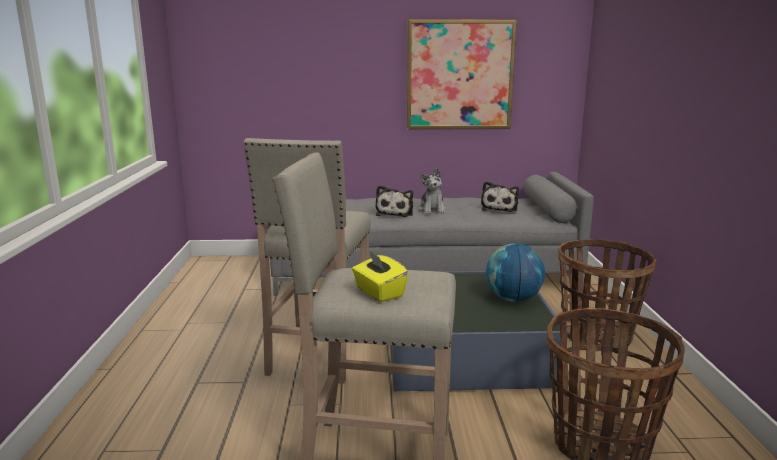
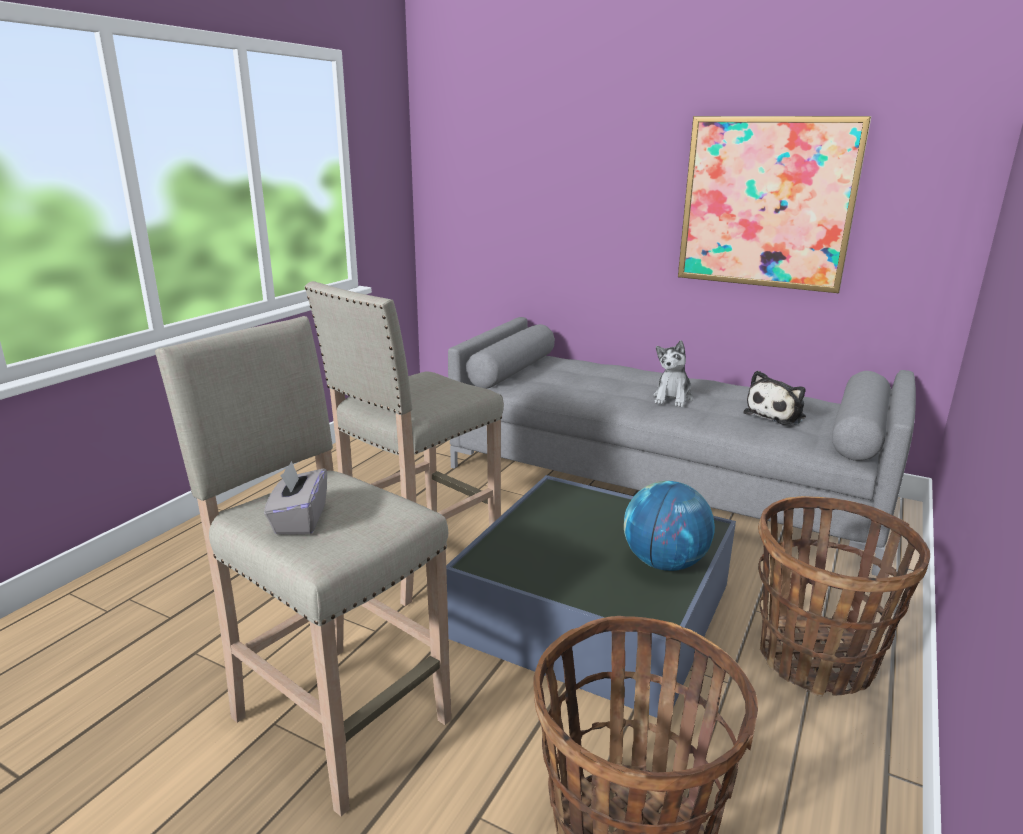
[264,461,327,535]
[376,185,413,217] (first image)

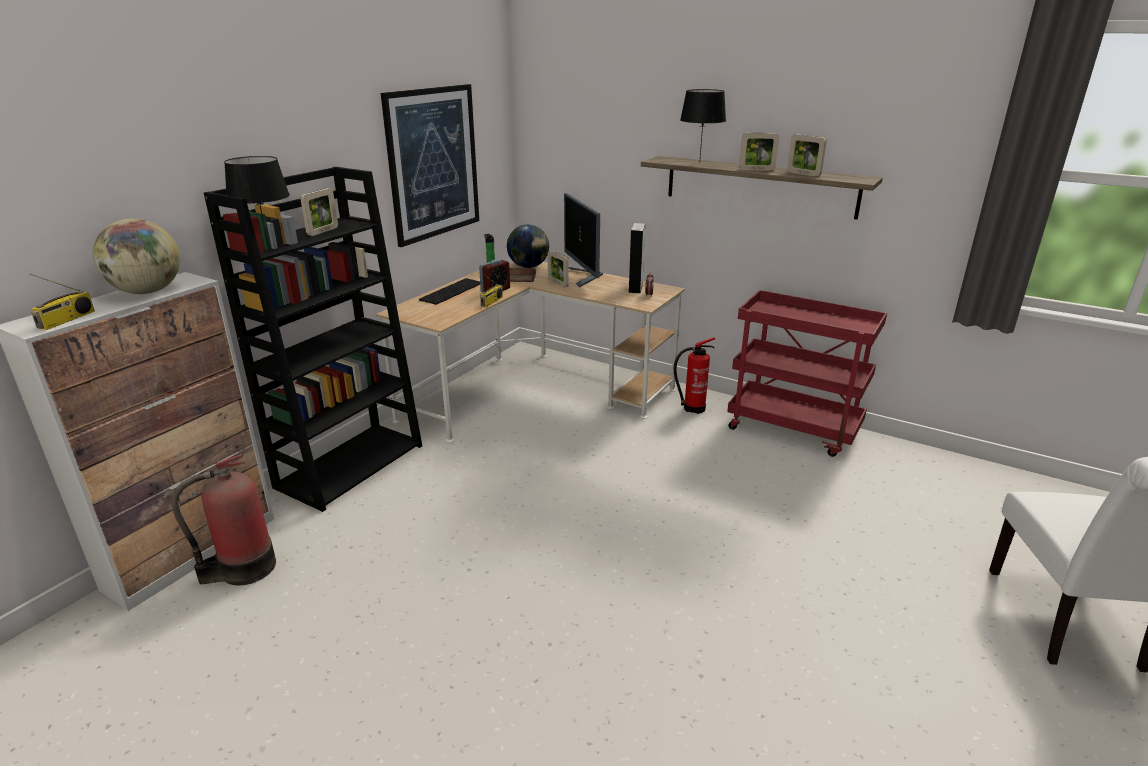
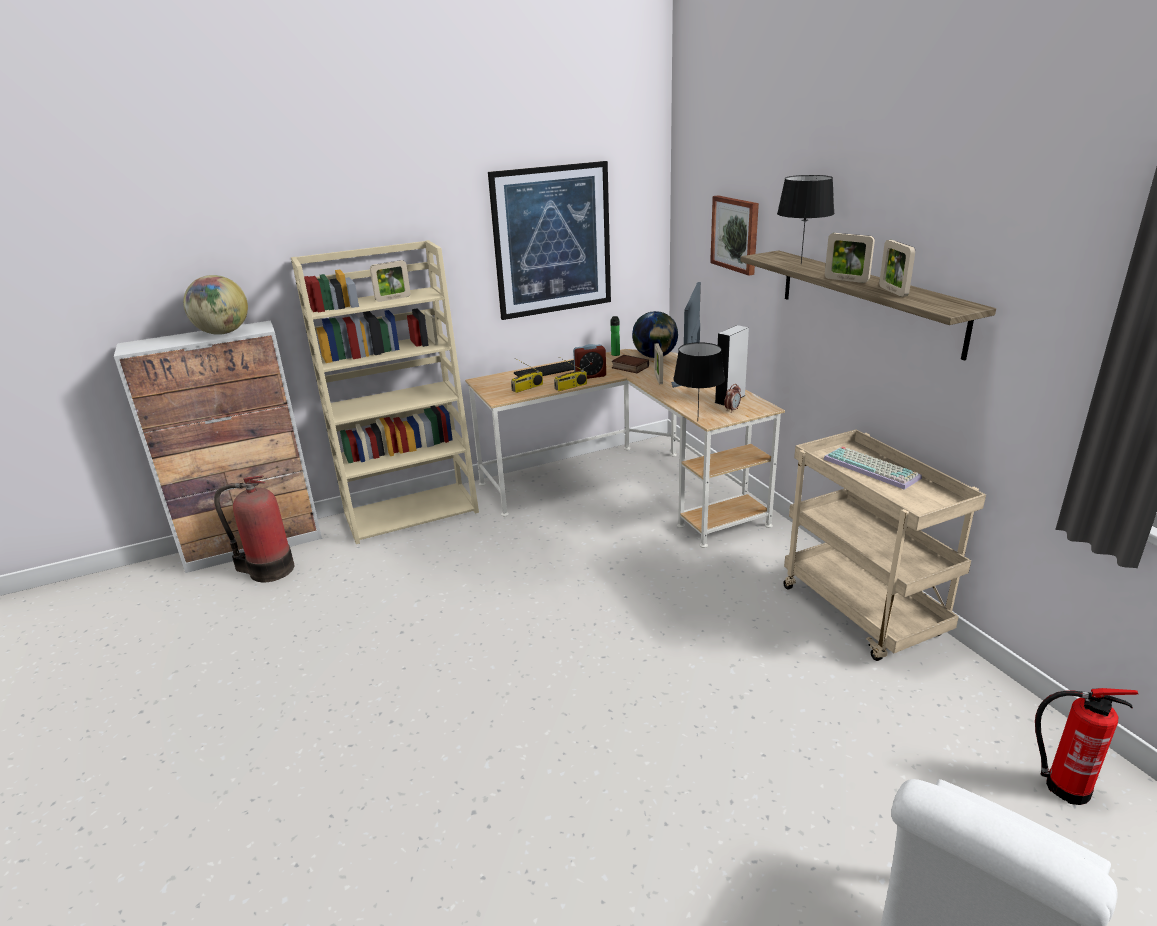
[511,359,543,393]
[291,240,479,544]
[673,342,725,413]
[1035,688,1138,805]
[783,429,986,661]
[710,195,759,275]
[823,446,922,490]

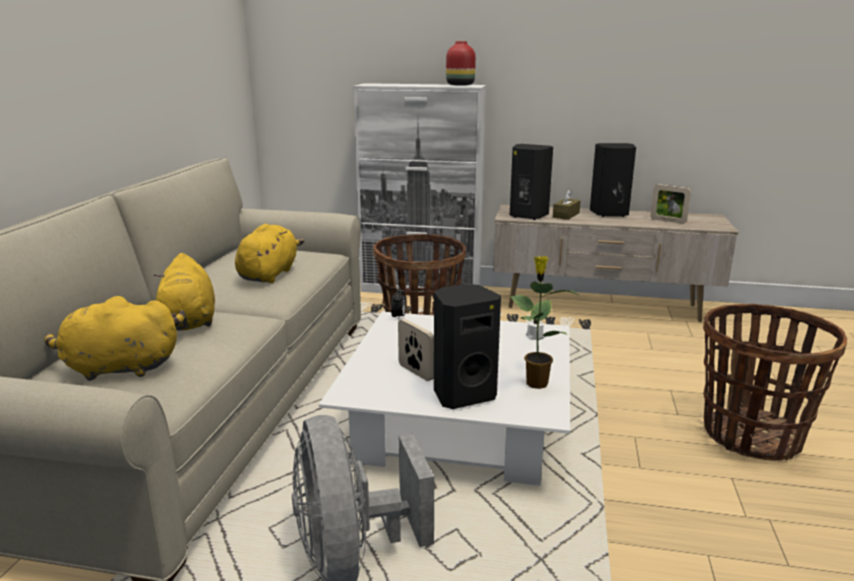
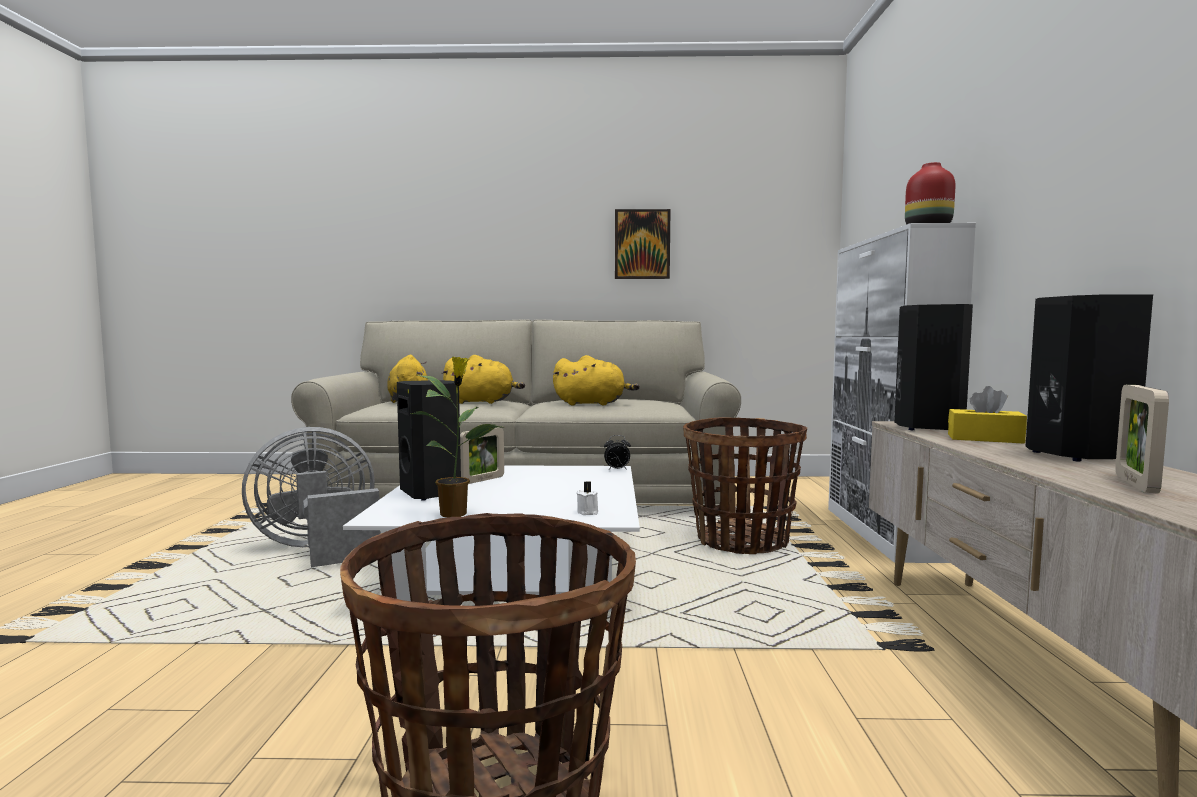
[441,355,525,404]
[948,386,1027,444]
[615,209,670,279]

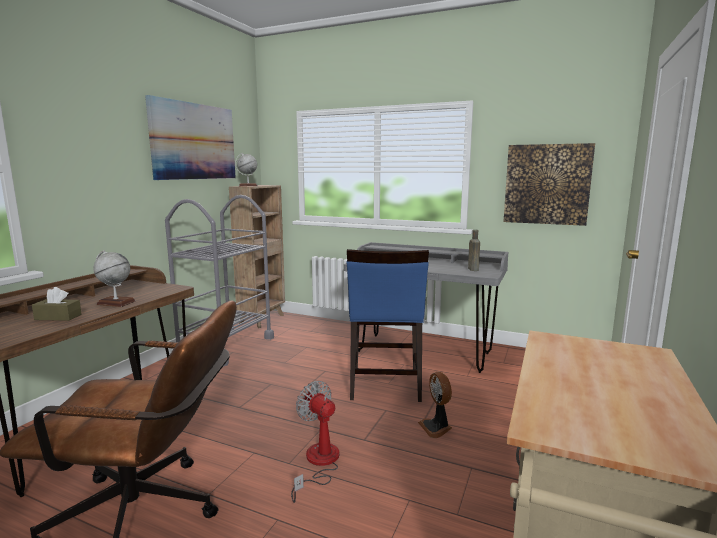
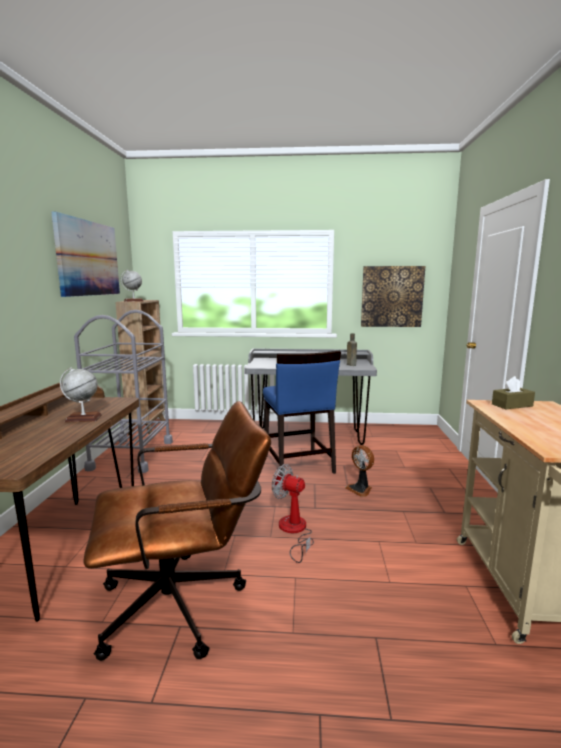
[492,376,535,409]

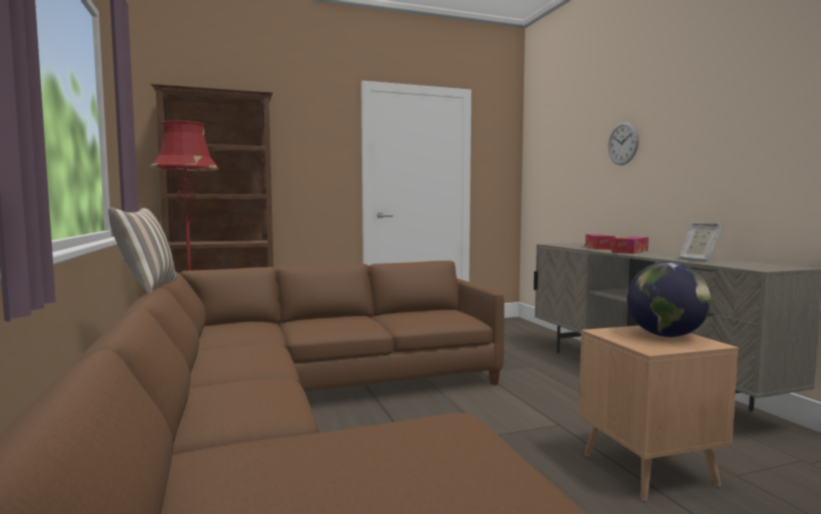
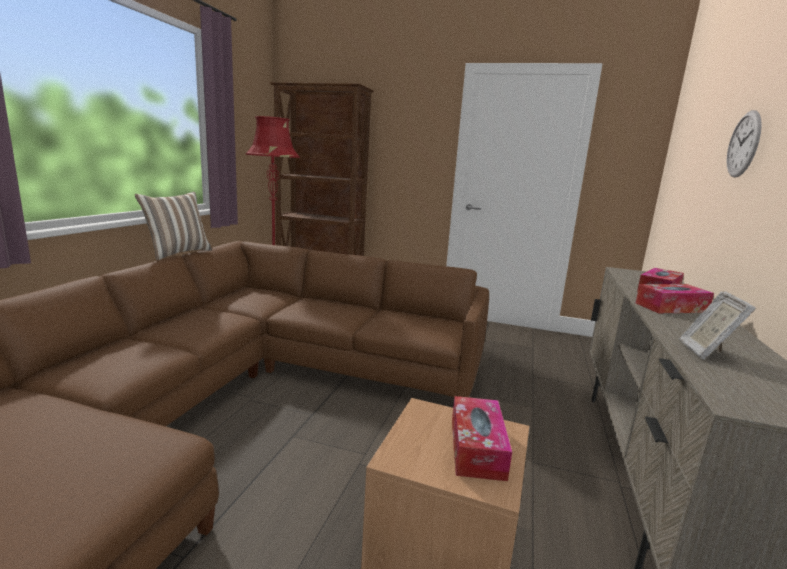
[452,396,512,481]

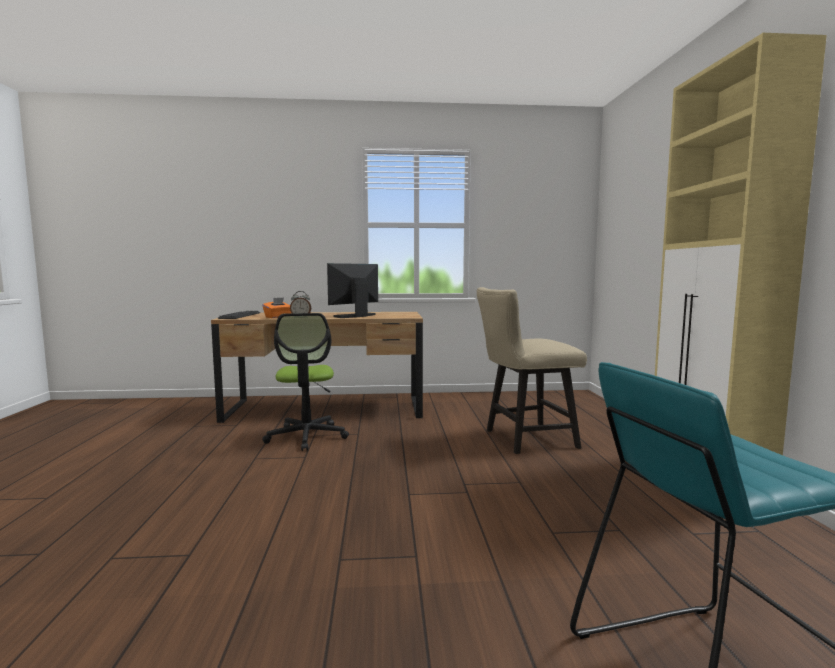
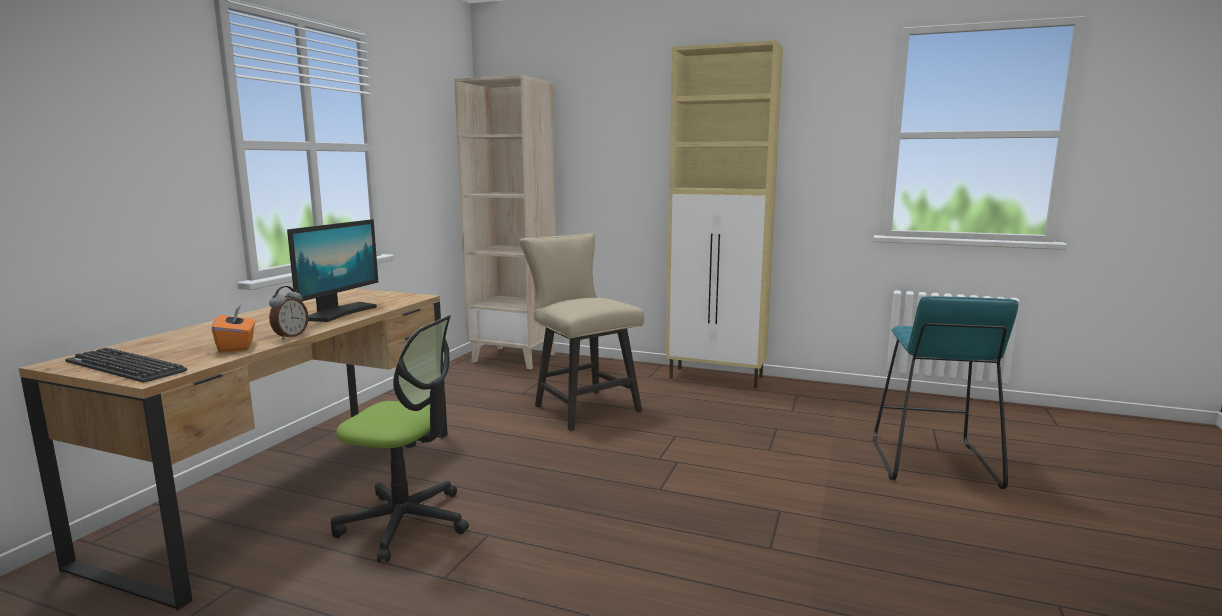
[287,219,378,322]
[520,233,644,431]
[454,75,557,369]

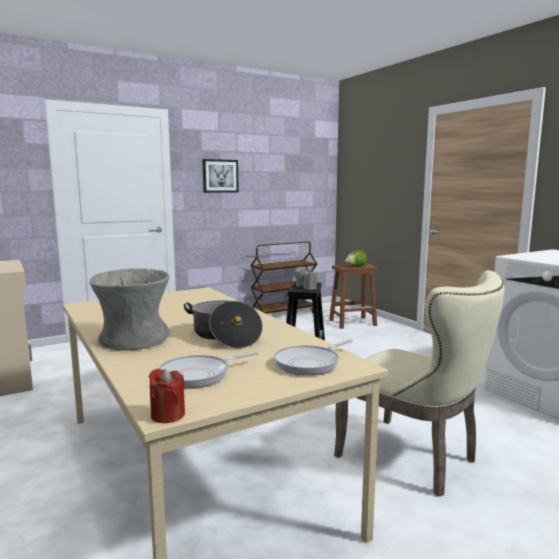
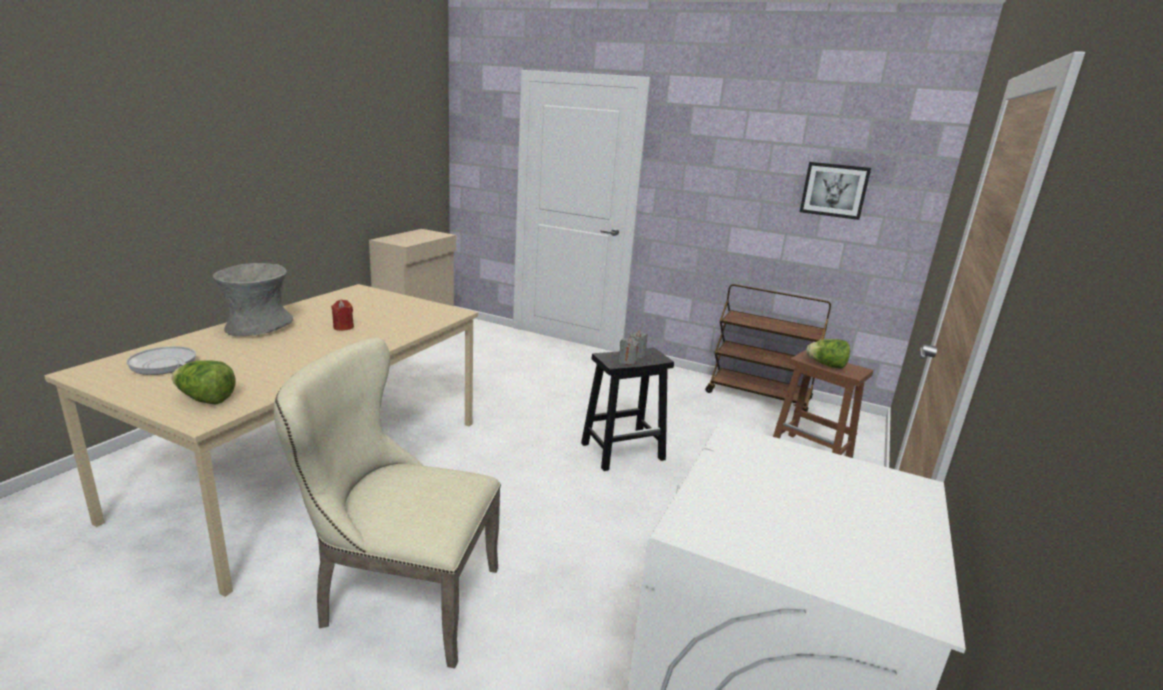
[331,300,354,331]
[184,300,263,348] (first image)
[800,162,871,220]
[172,360,235,404]
[274,338,501,668]

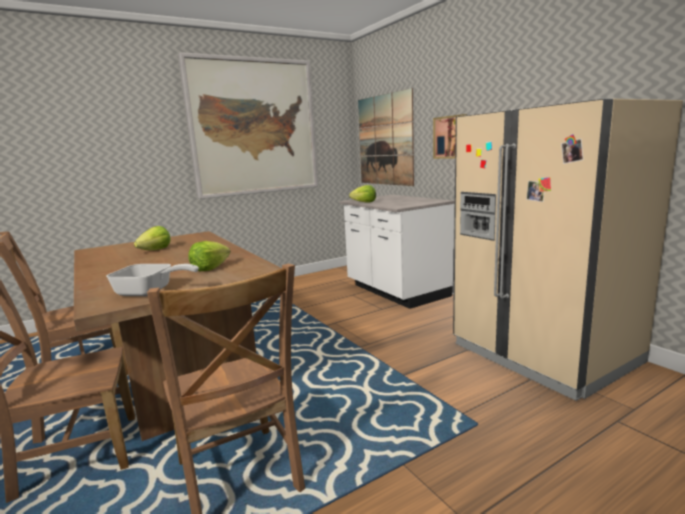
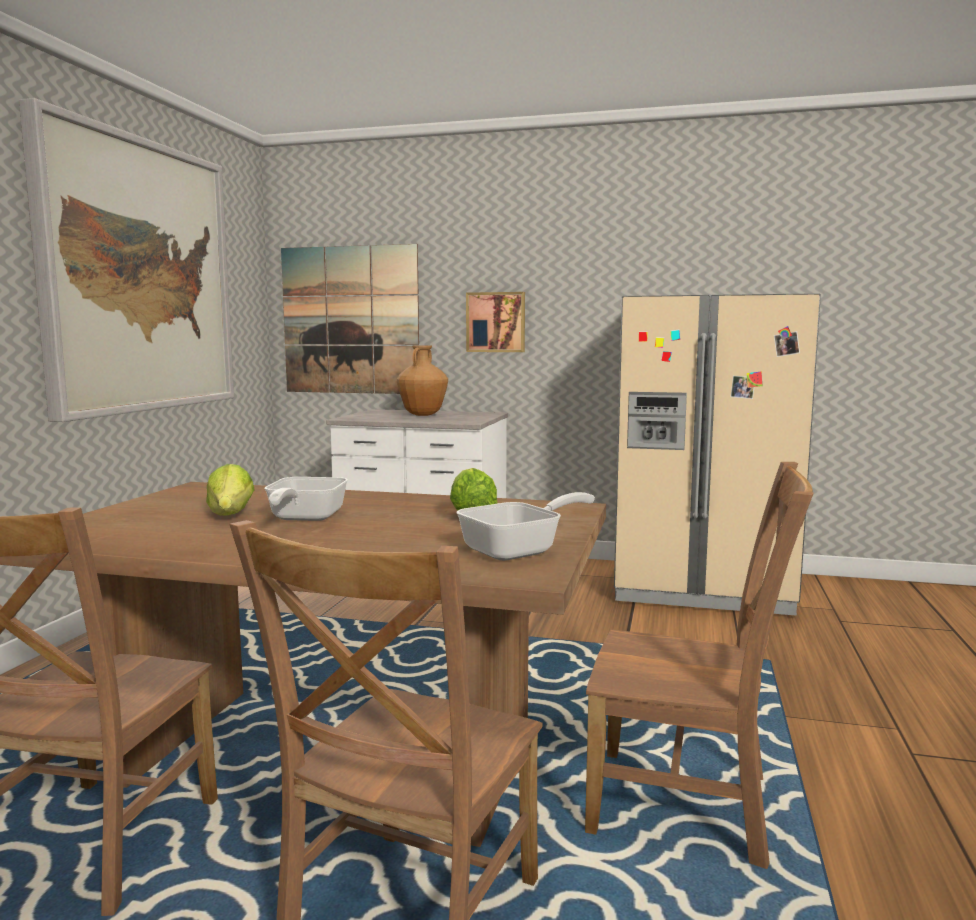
[349,185,376,202] (first image)
[264,477,348,521]
[397,345,448,416]

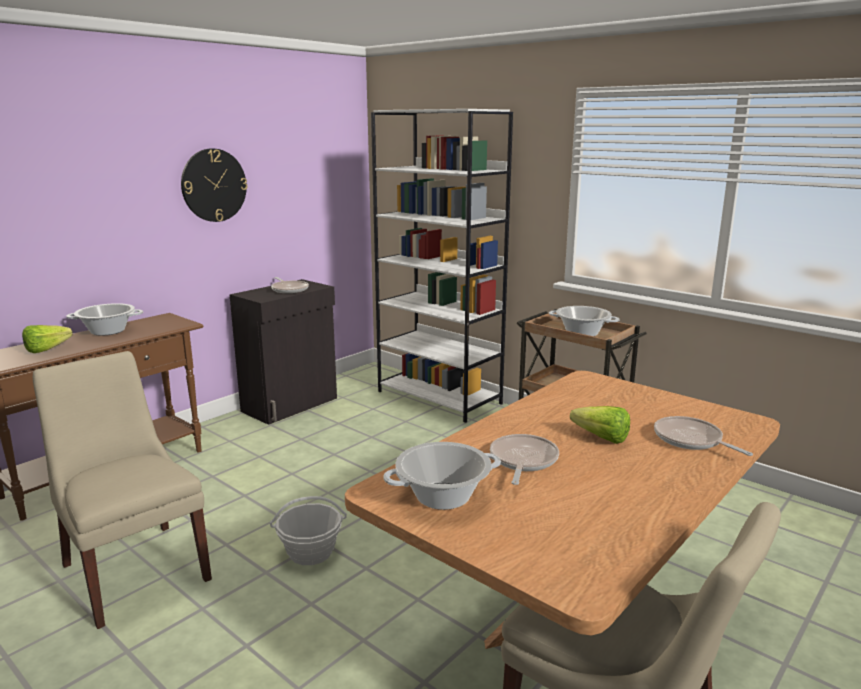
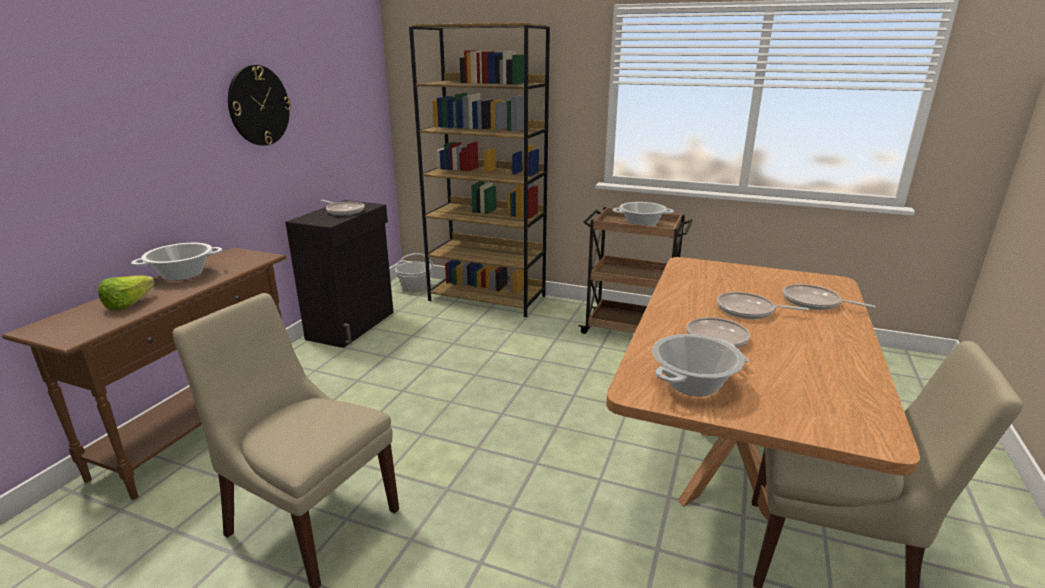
[393,253,433,292]
[409,23,550,317]
[717,292,809,319]

